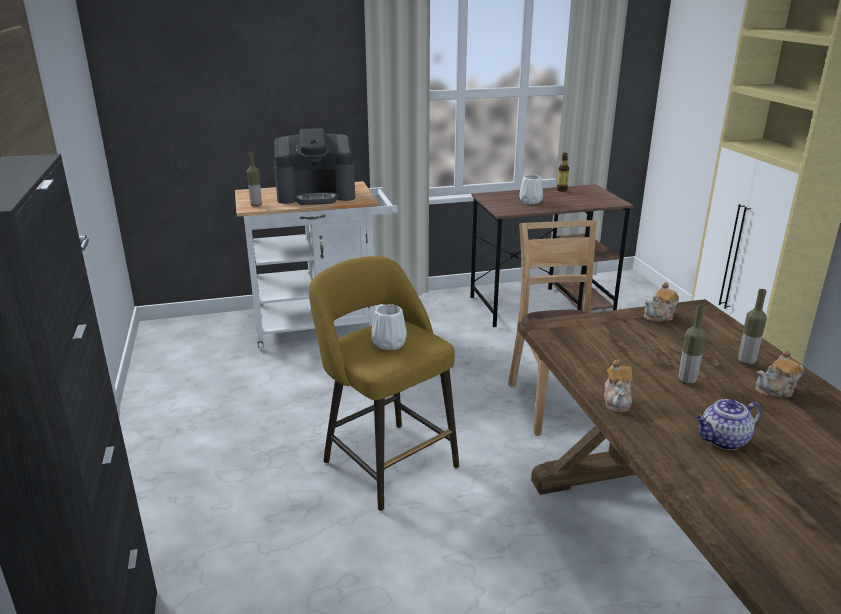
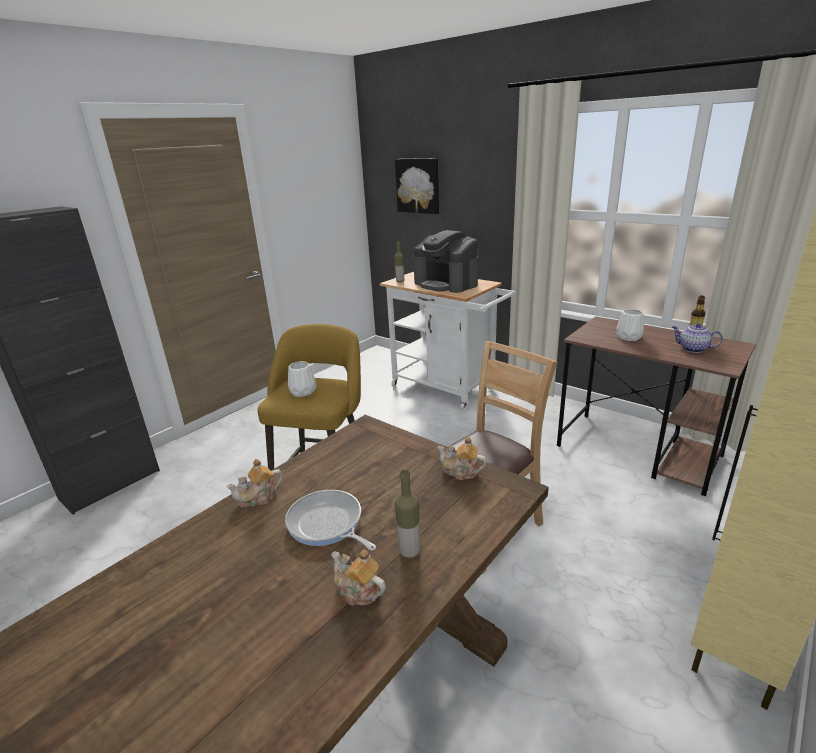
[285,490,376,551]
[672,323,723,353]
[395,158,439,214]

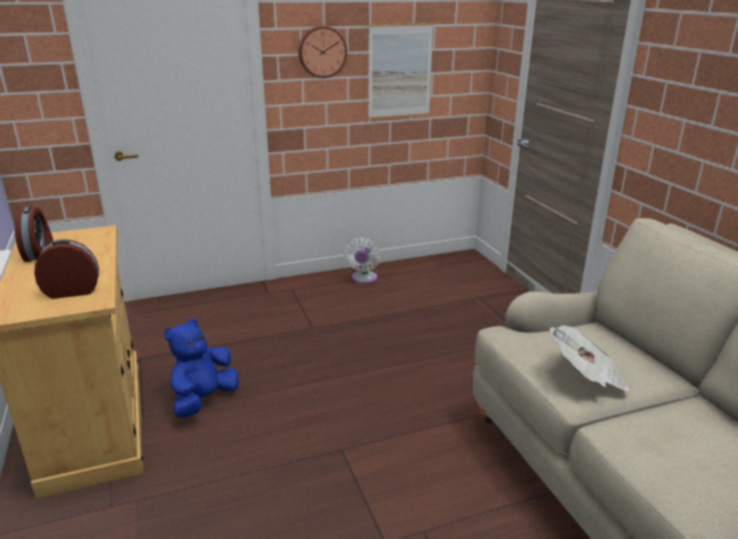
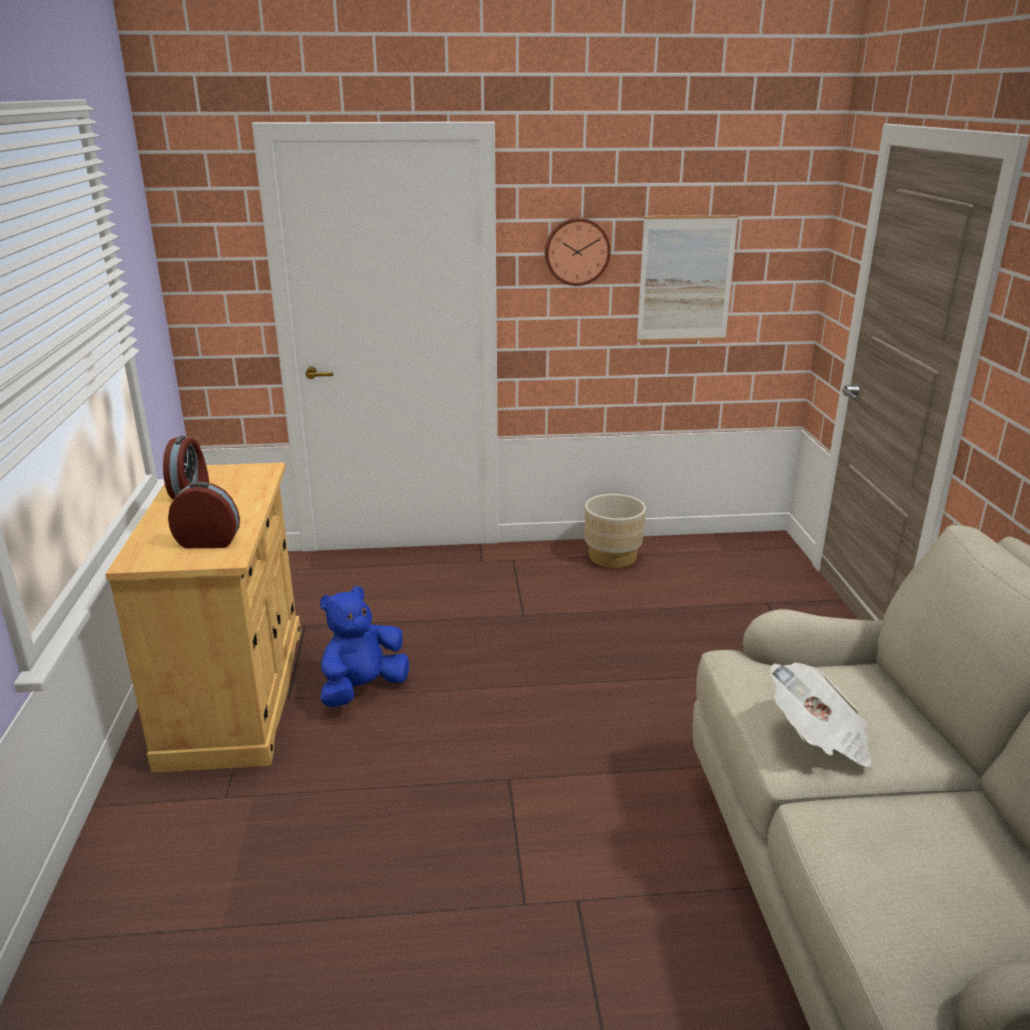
[585,494,646,568]

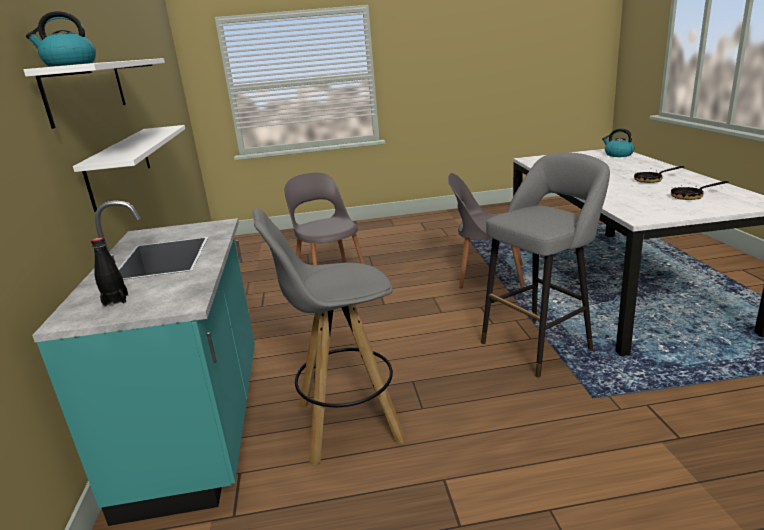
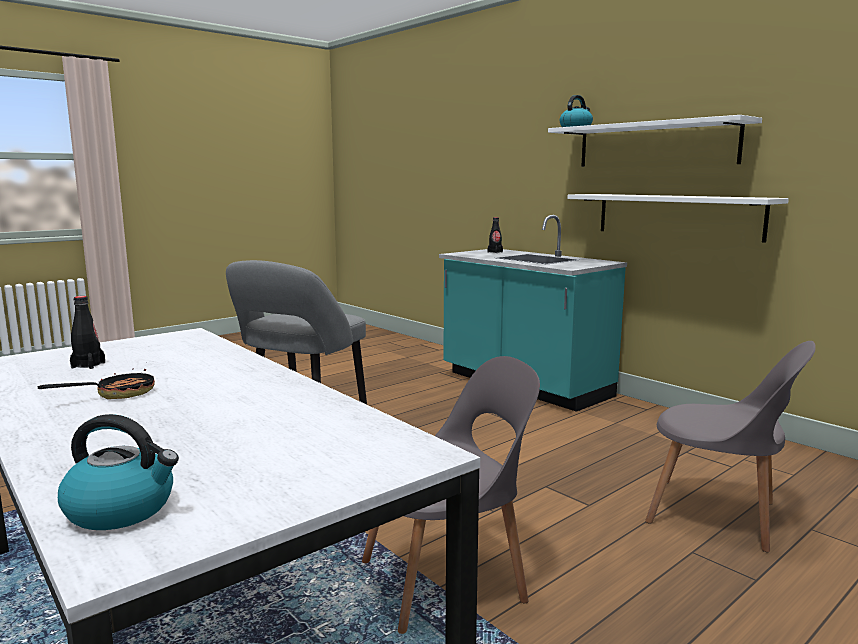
[252,209,405,465] (first image)
[70,296,105,369]

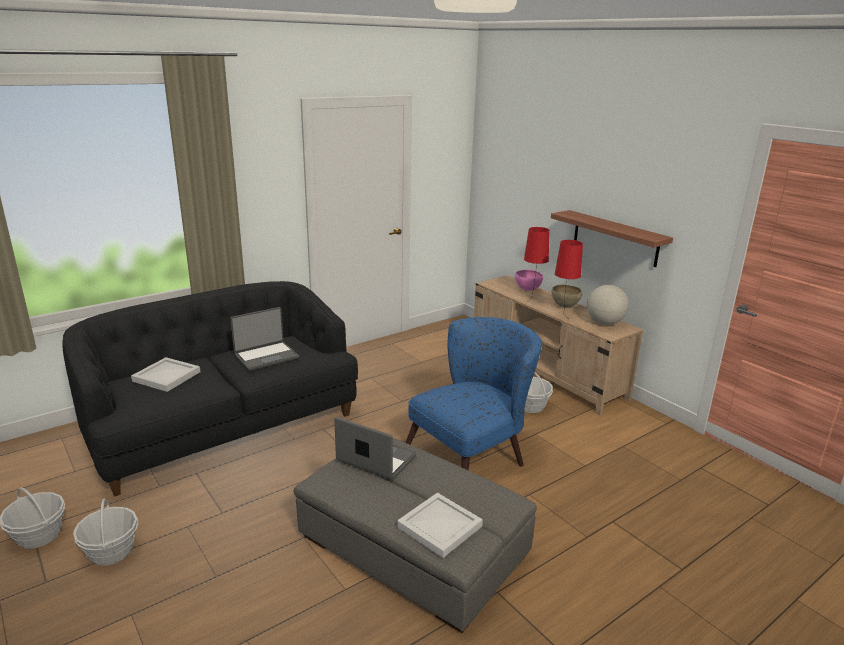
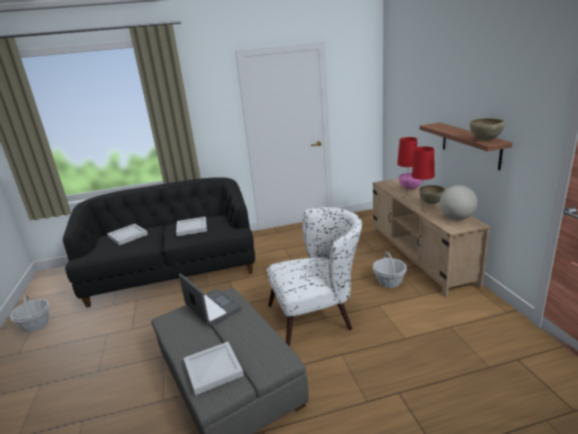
[73,499,139,566] (first image)
[176,216,207,236]
[267,207,362,347]
[470,118,505,141]

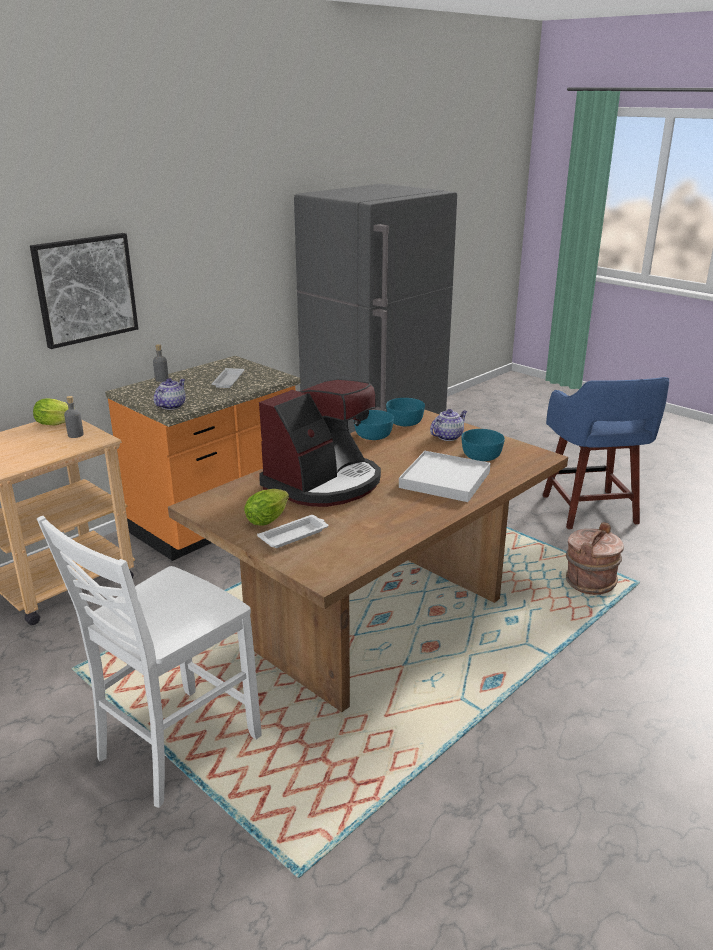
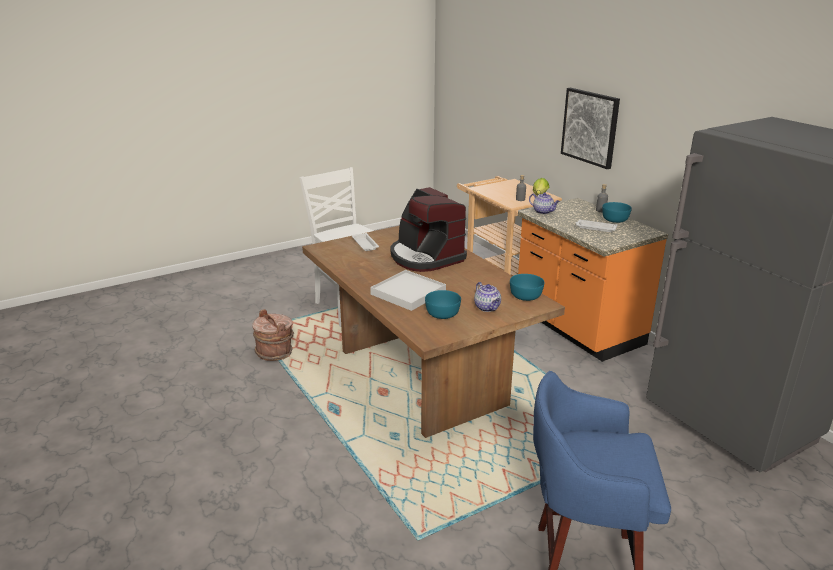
[244,489,289,526] (first image)
[602,202,632,223]
[252,309,294,361]

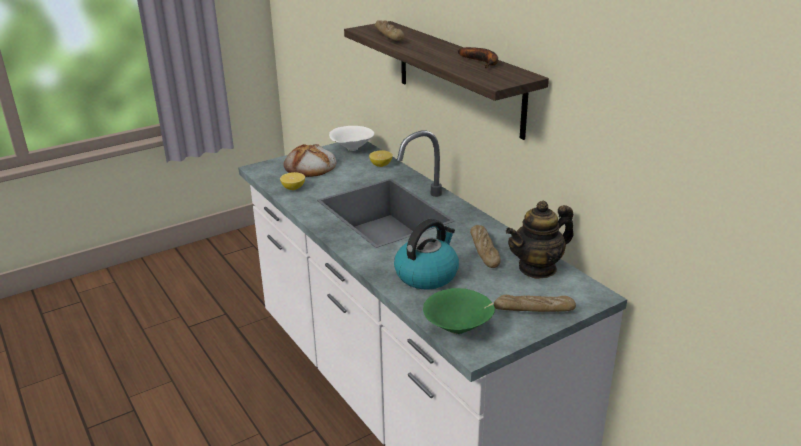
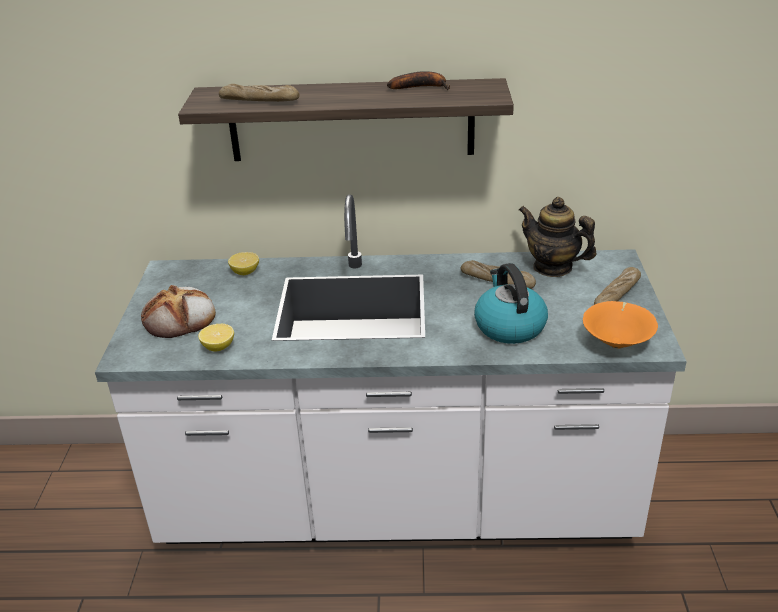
[329,126,374,151] (first image)
[583,301,658,349]
[519,197,597,277]

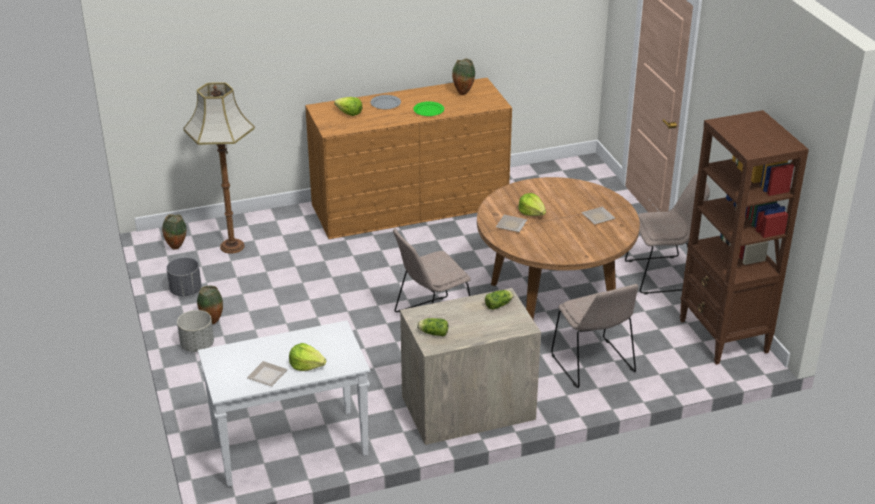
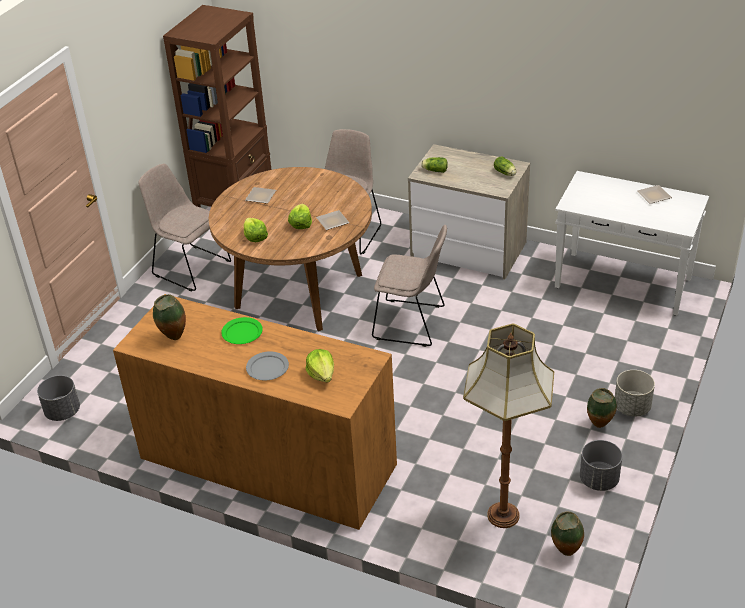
[243,218,268,242]
[37,375,80,421]

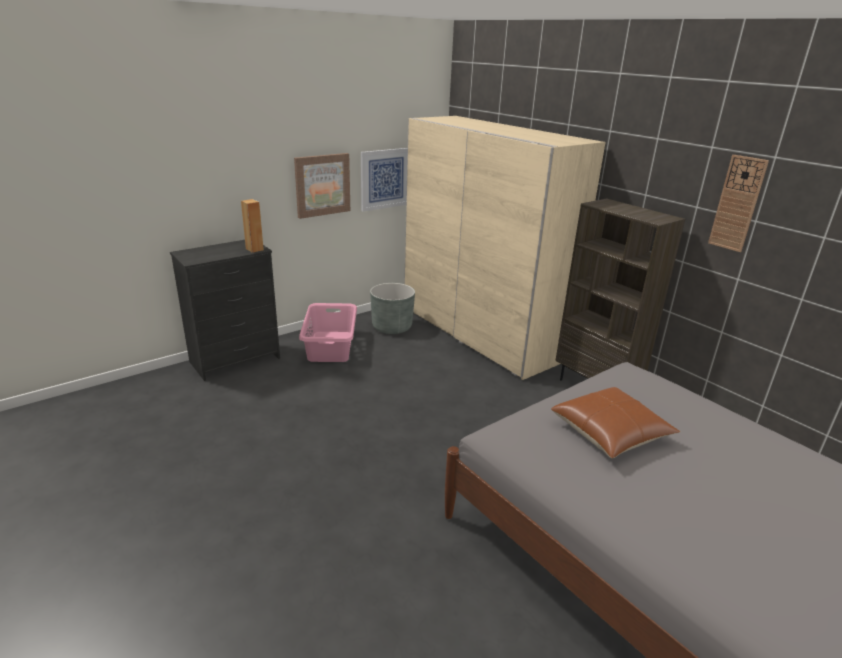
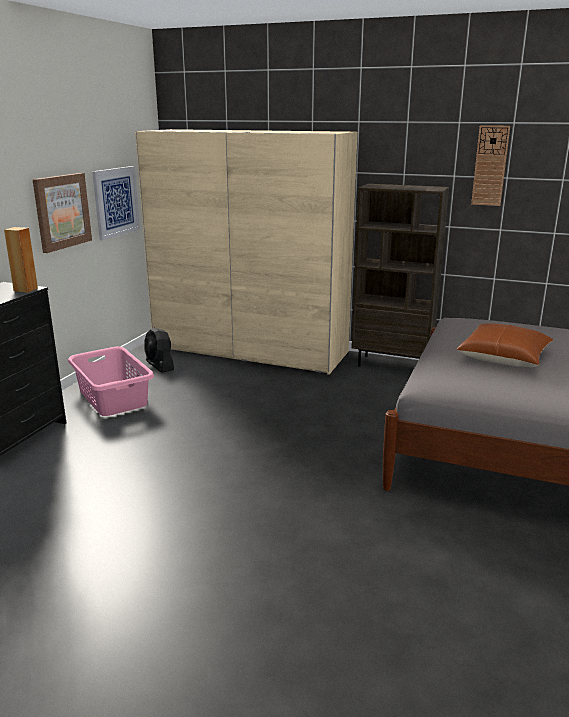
[144,327,174,373]

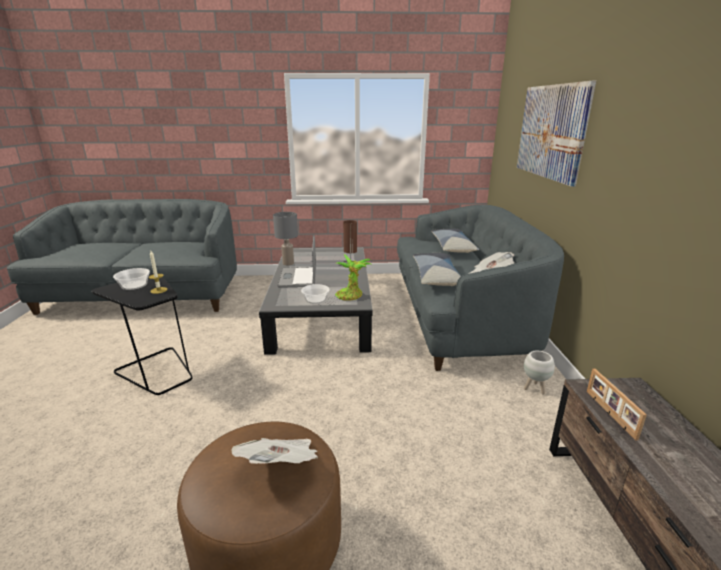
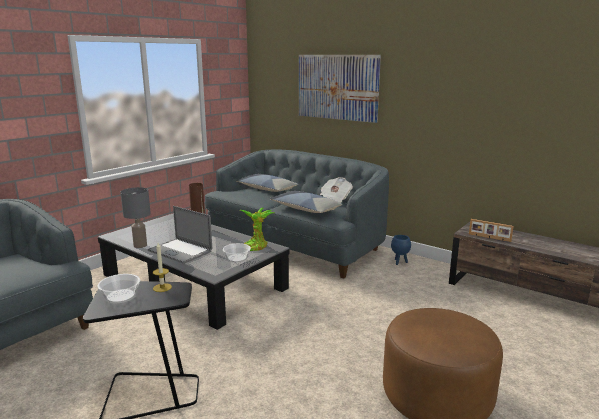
[232,438,318,464] (first image)
[391,235,411,265]

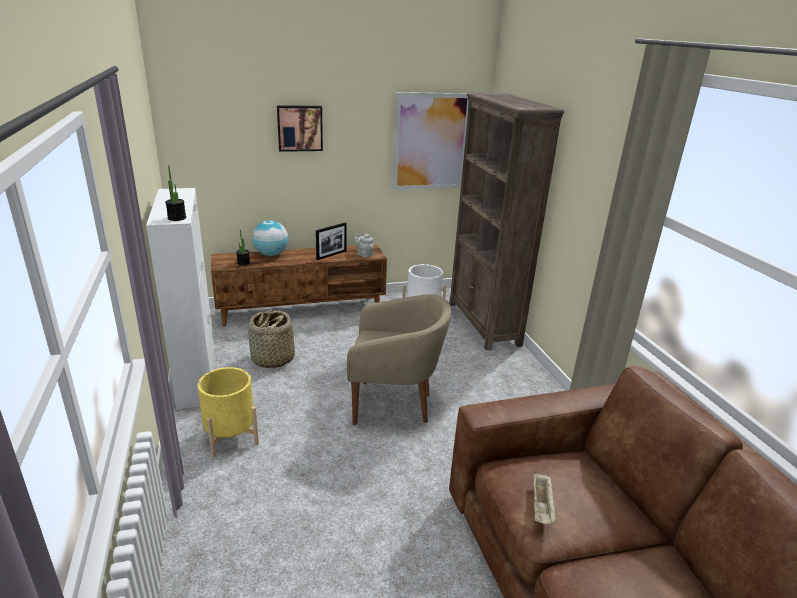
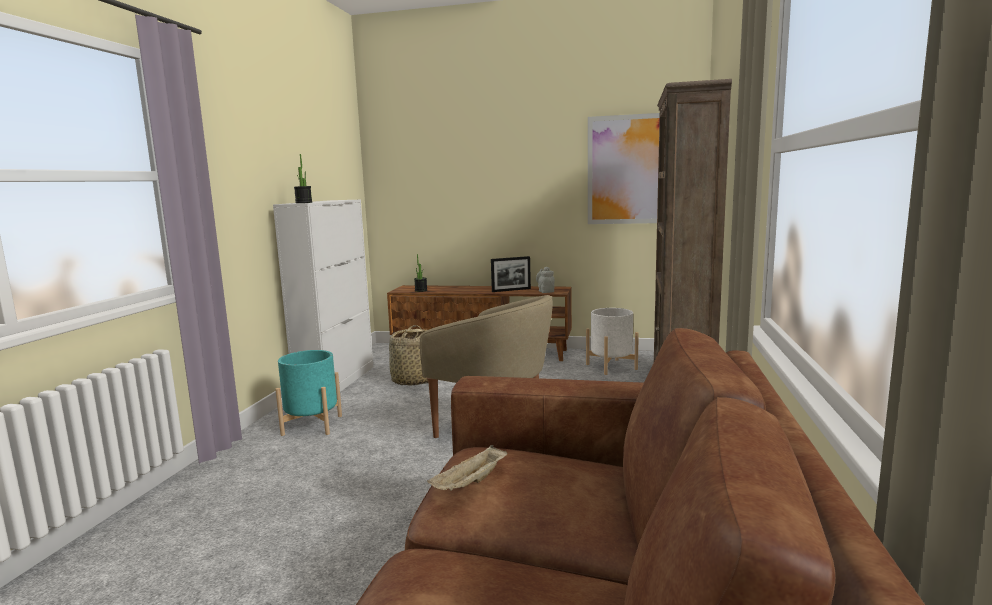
[275,350,342,436]
[252,220,289,256] (first image)
[277,105,323,152] (first image)

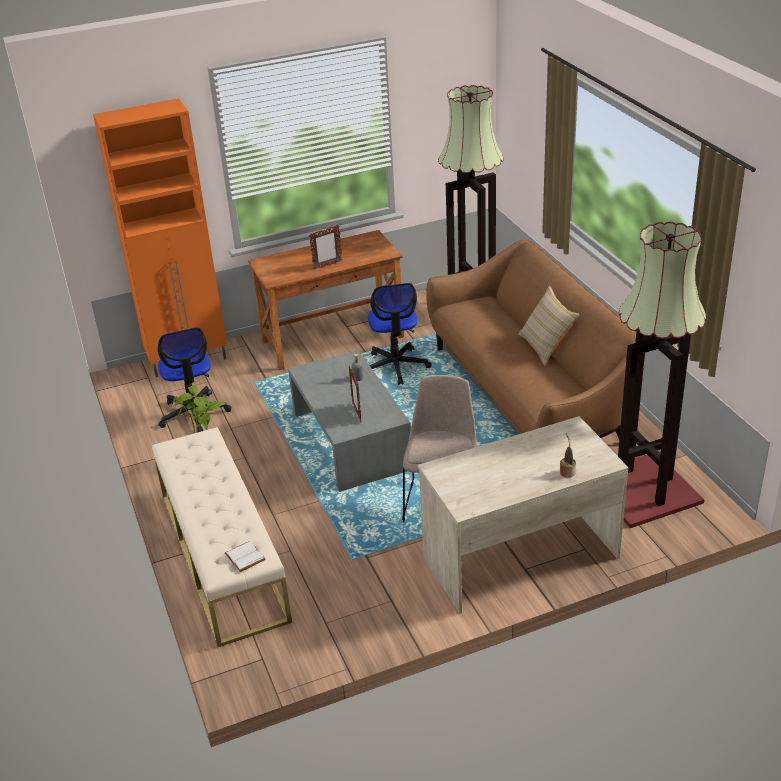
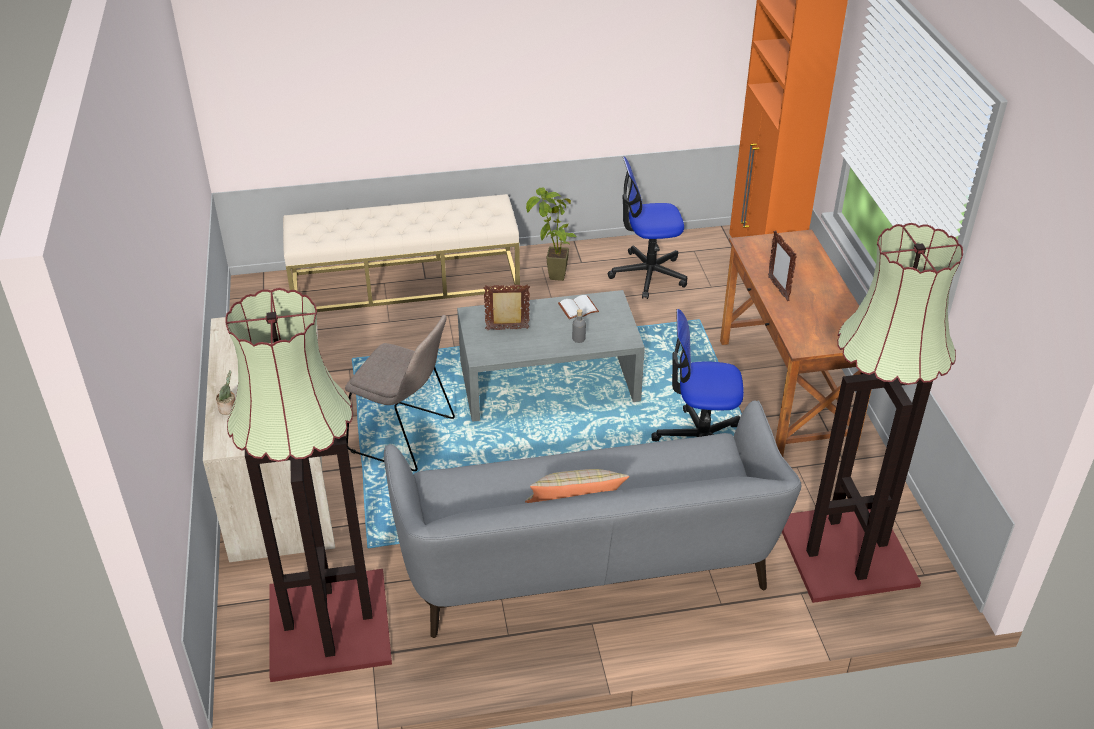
[558,295,599,319]
[384,400,801,638]

